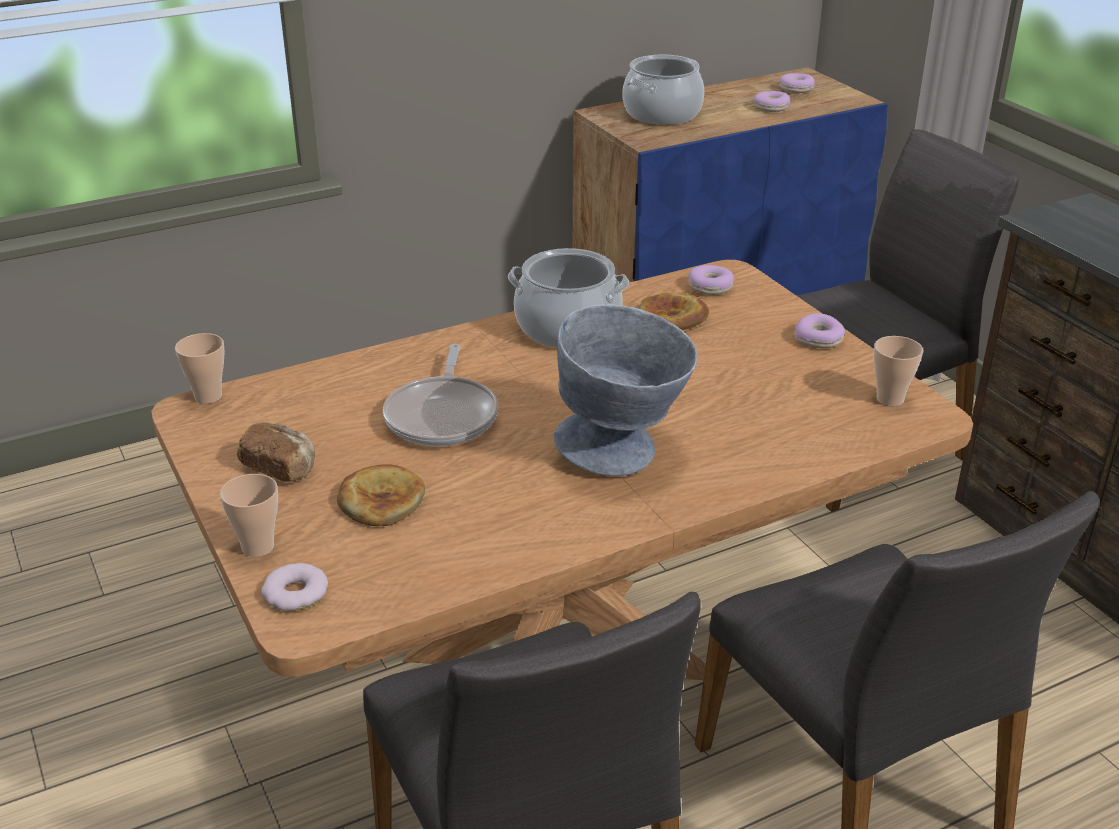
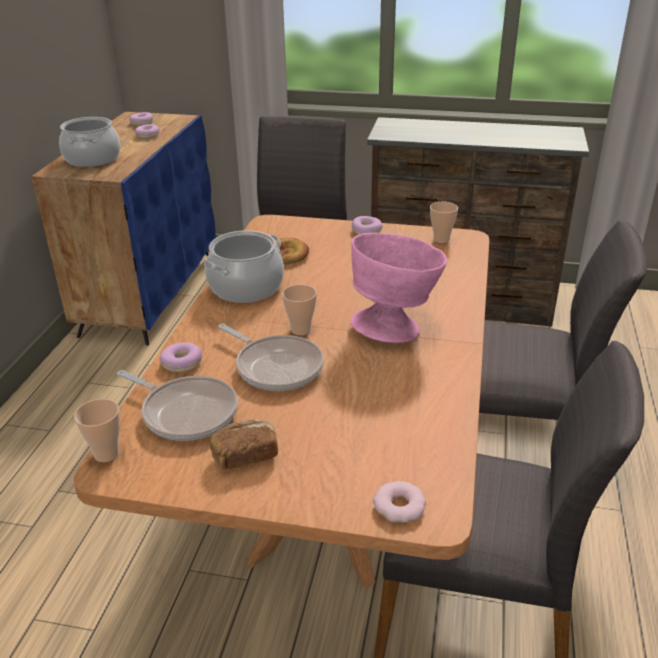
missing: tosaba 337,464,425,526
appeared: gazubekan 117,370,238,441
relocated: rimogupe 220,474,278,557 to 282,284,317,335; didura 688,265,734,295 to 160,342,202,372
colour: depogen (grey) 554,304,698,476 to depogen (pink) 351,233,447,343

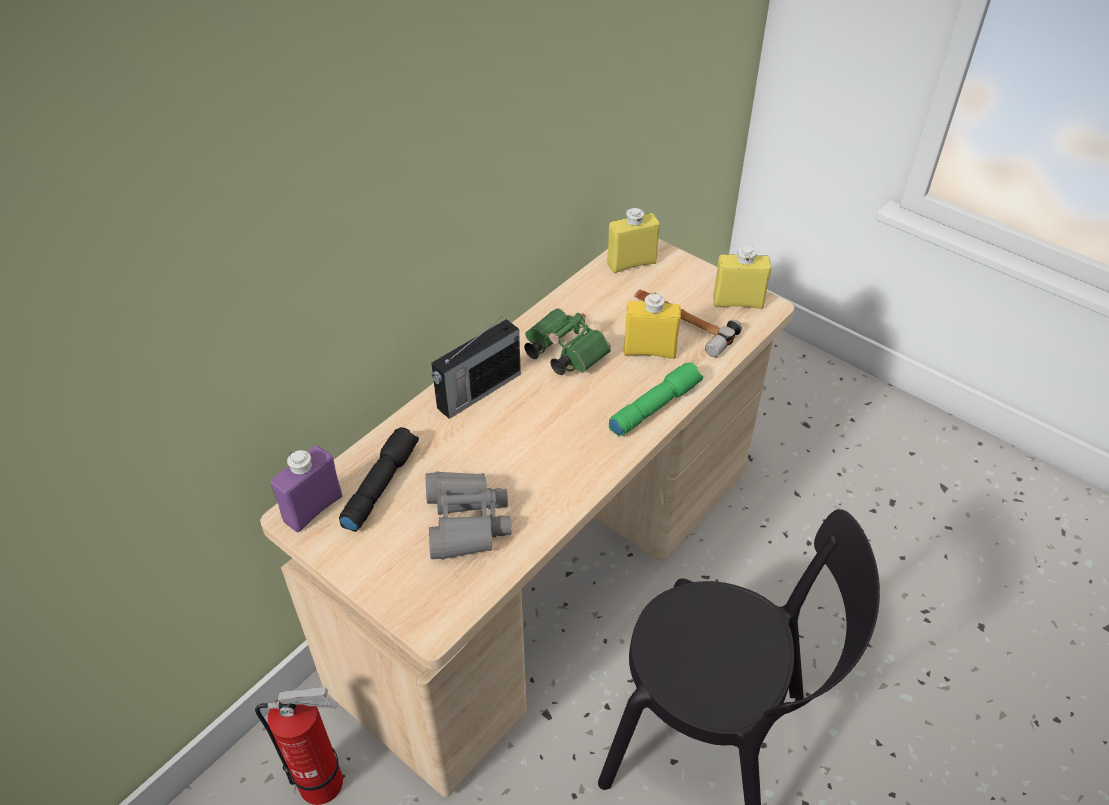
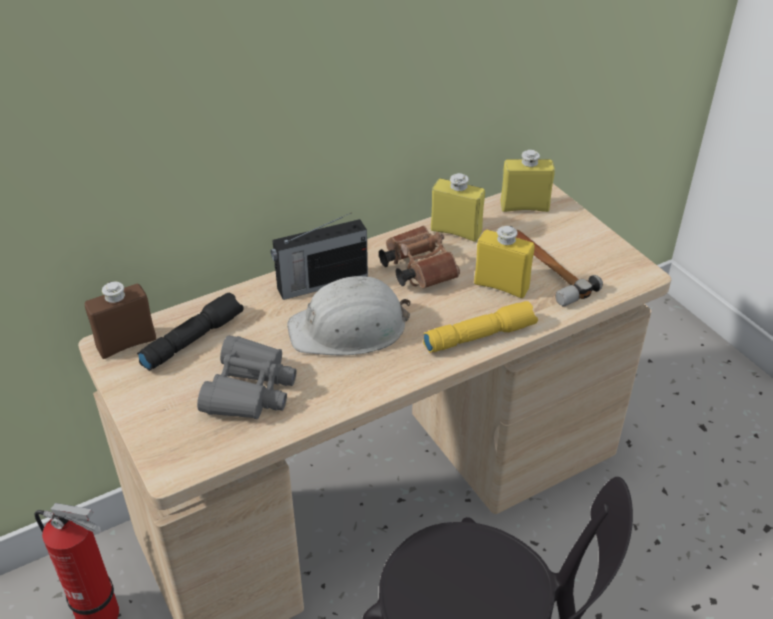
appeared: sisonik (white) 287,276,411,356
relocated: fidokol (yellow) 713,246,771,309 to 431,173,485,242
colour: fidokol (purple) 271,446,342,532 to fidokol (brown) 85,282,156,359; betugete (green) 524,308,611,375 to betugete (brown) 379,226,460,289; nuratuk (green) 609,362,703,437 to nuratuk (yellow) 423,301,538,353

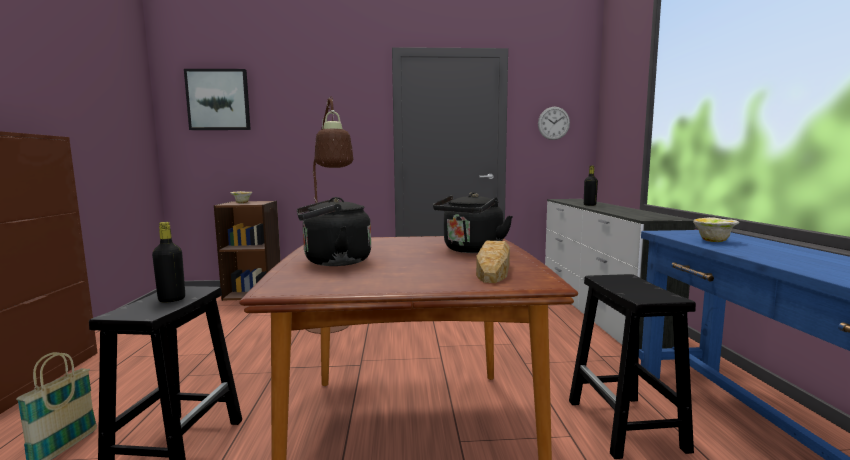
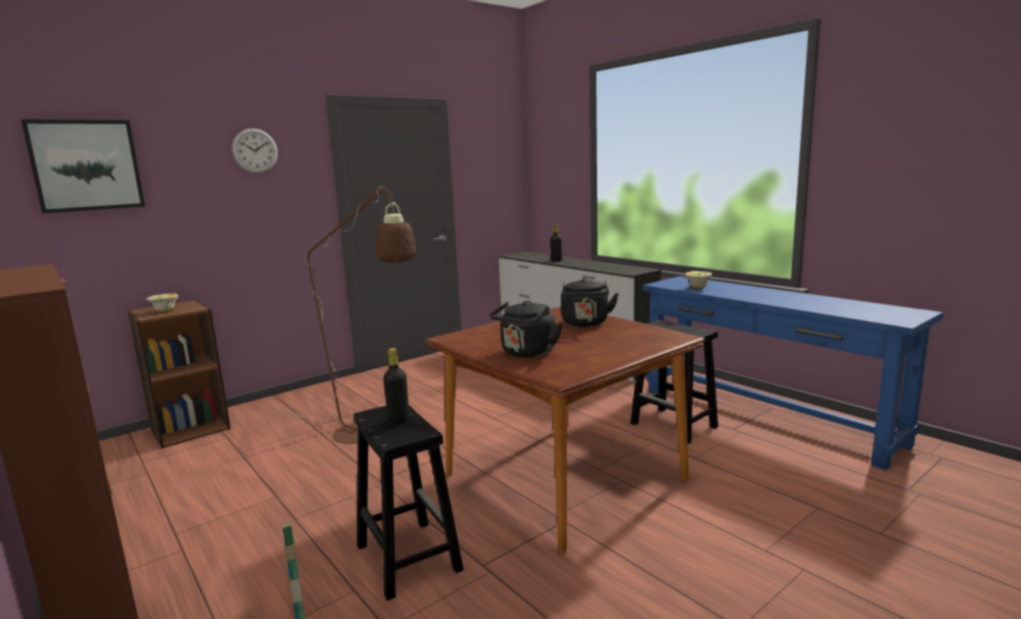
missing: tosaba 476,241,510,283
relocated: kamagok 538,107,570,140 to 232,128,278,174

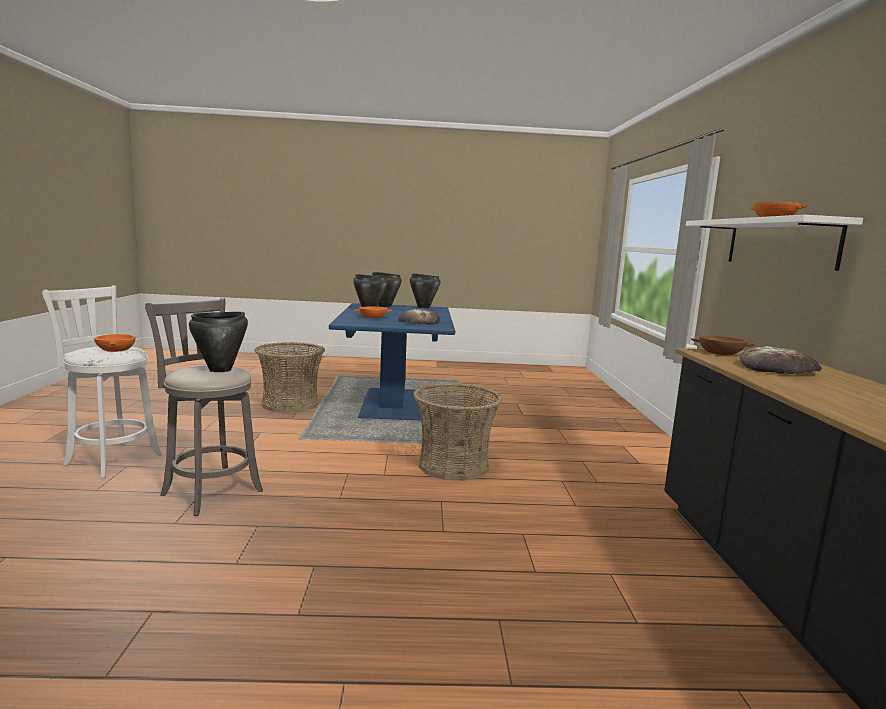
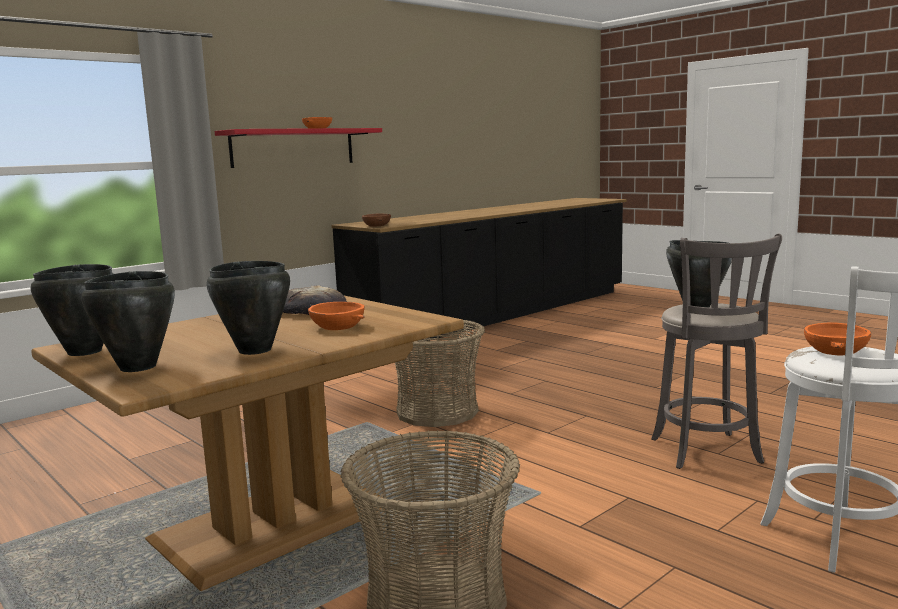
missing: tosaba 740,346,822,374
colour: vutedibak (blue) 329,303,455,420 to vutedibak (brown) 31,296,464,591; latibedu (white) 686,215,863,271 to latibedu (red) 215,128,382,168

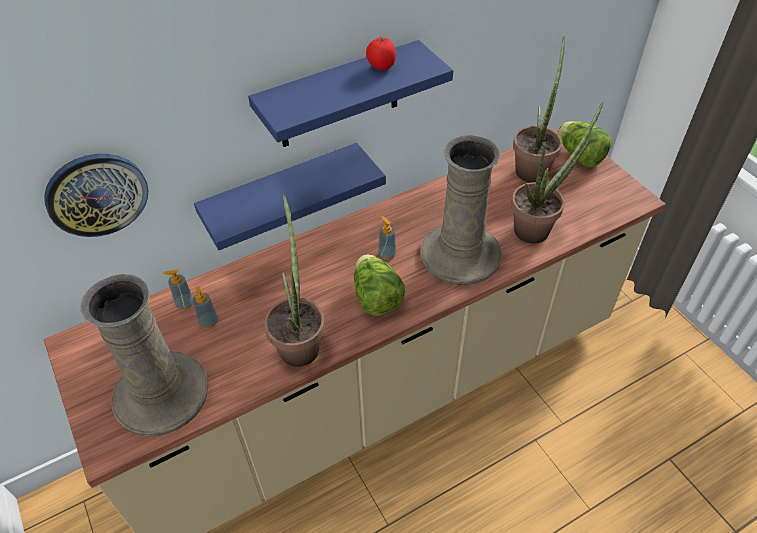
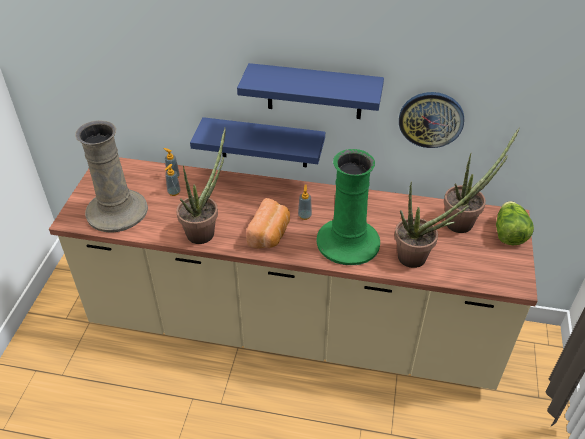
missing: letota 366,38,396,70
relocated: kamagok 44,154,148,237 to 399,92,464,148
exchanged: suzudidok 354,254,405,316 to tosaba 246,198,290,248
colour: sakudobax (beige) 420,135,502,285 to sakudobax (green) 317,149,380,265

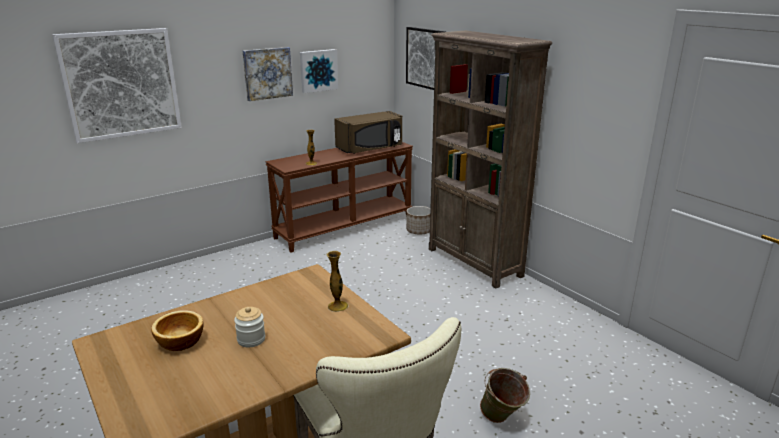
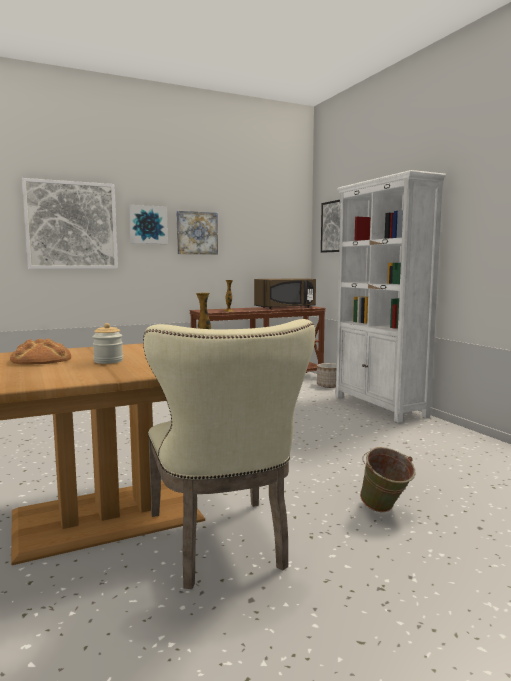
relocated: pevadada 300,49,338,93 to 129,205,168,244
exchanged: depogen 151,310,204,351 to tosaba 10,339,71,365
colour: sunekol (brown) 429,30,552,288 to sunekol (white) 335,170,446,423

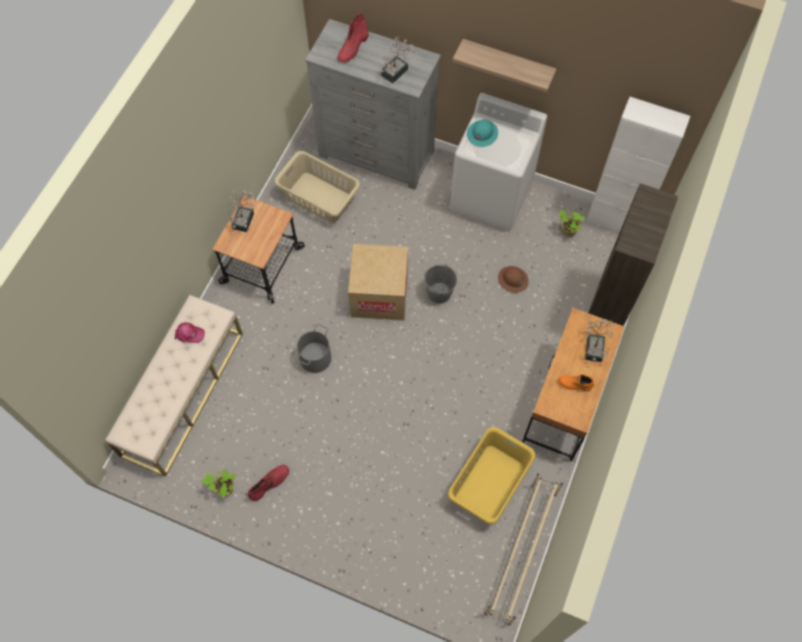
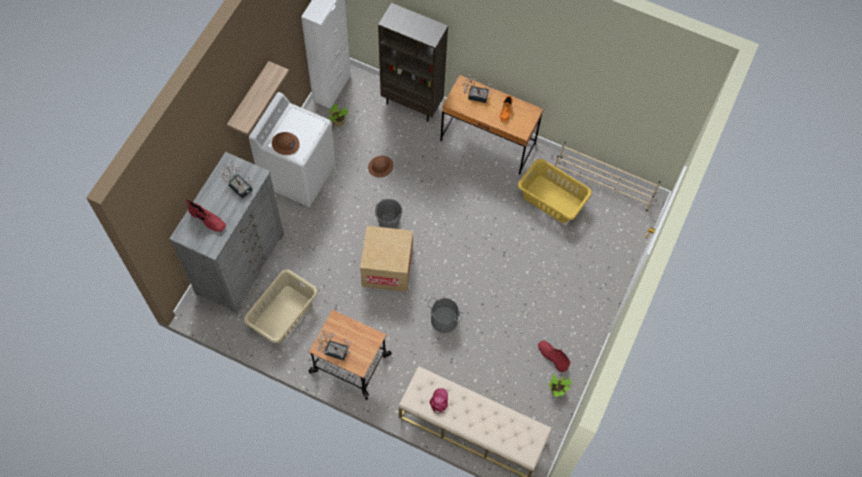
colour: sisonik (turquoise) 467,119,498,147 to sisonik (brown) 272,132,300,155

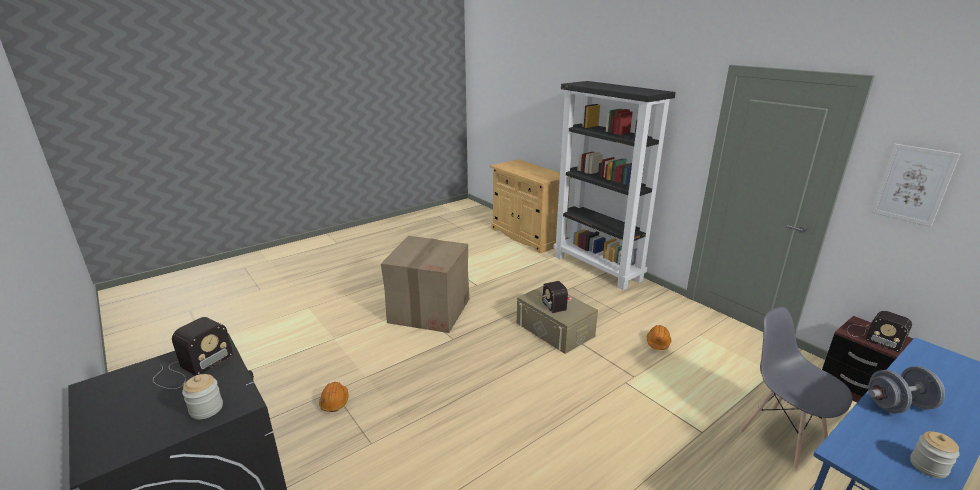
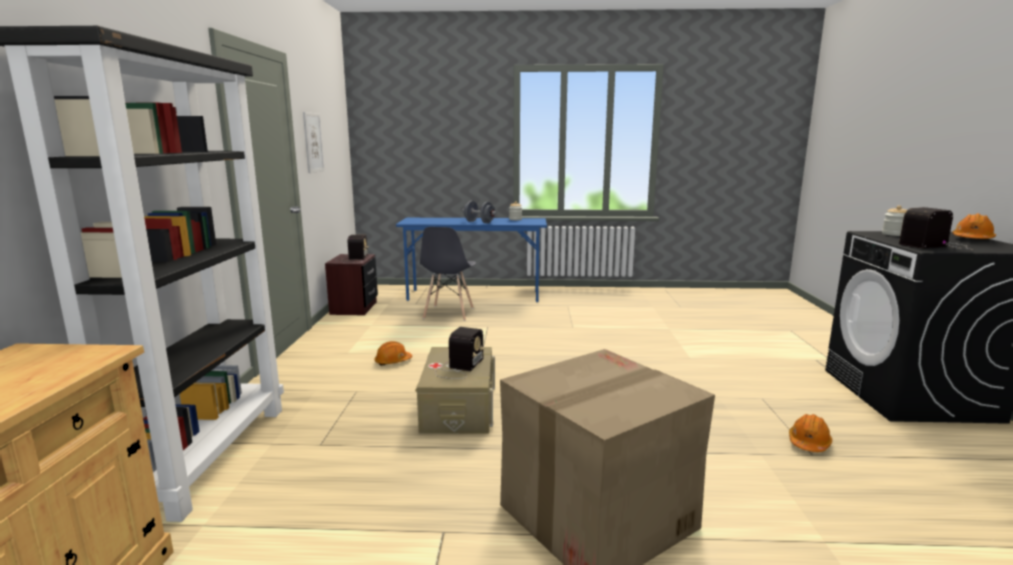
appeared: sisonik (orange) 952,214,996,239

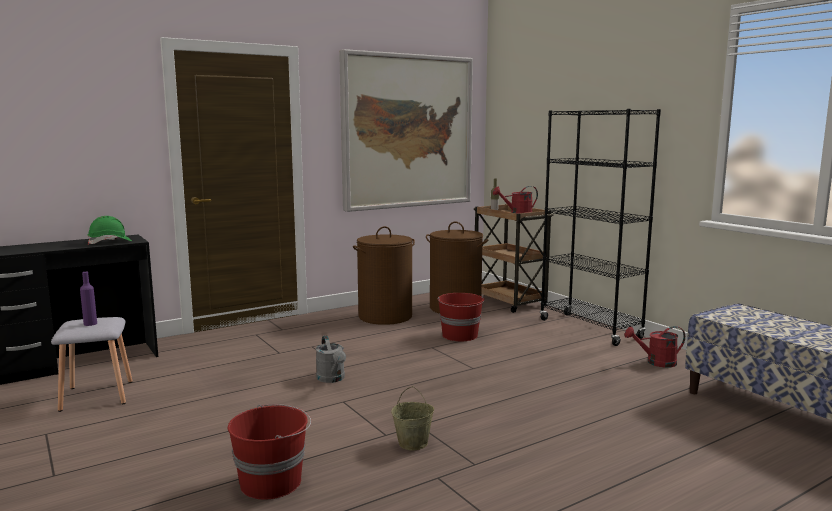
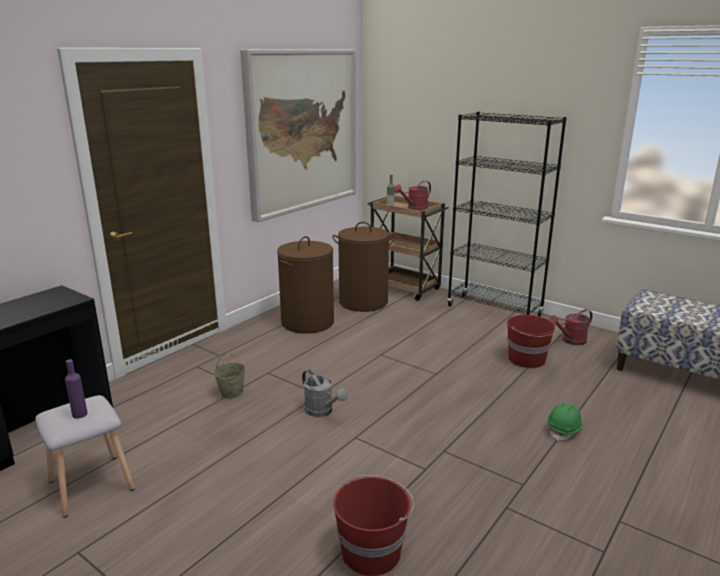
relocated: sisonik (green) 87,216,132,244 to 547,403,583,441; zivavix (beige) 391,386,434,450 to 213,353,246,399; zivavix (red) 437,293,485,341 to 507,315,557,368

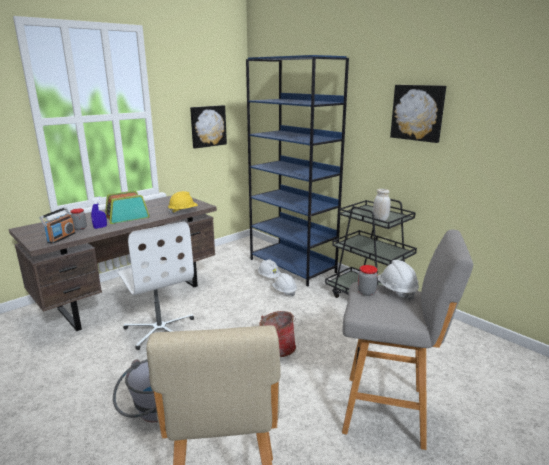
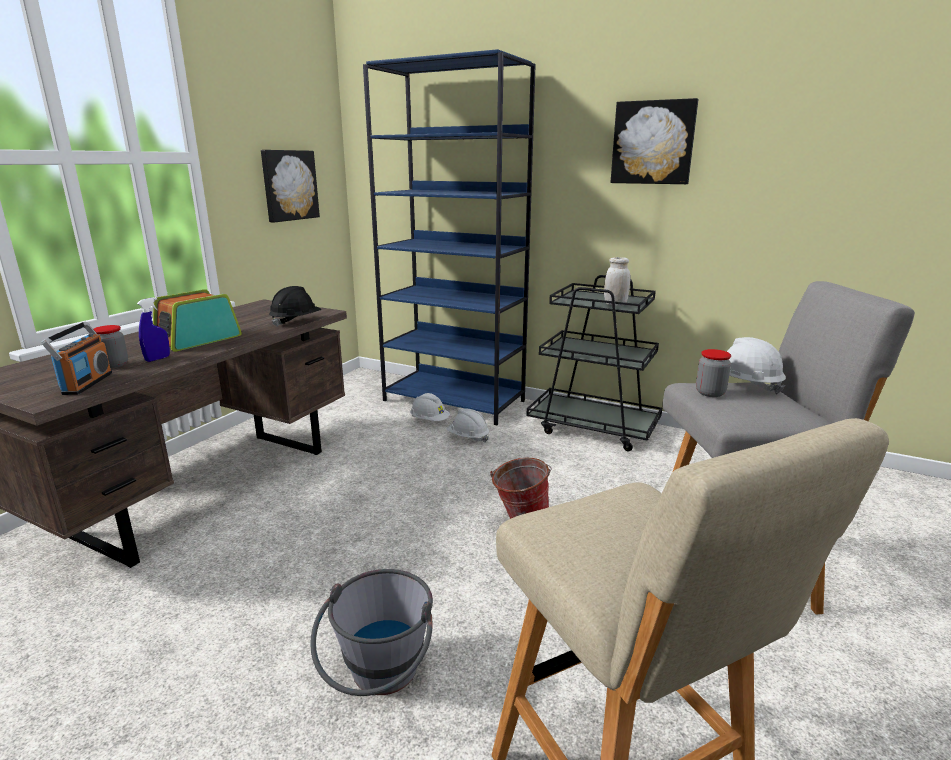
missing: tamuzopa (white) 117,222,194,350
colour: sisonik (yellow) 168,191,198,214 to sisonik (black) 269,286,321,327

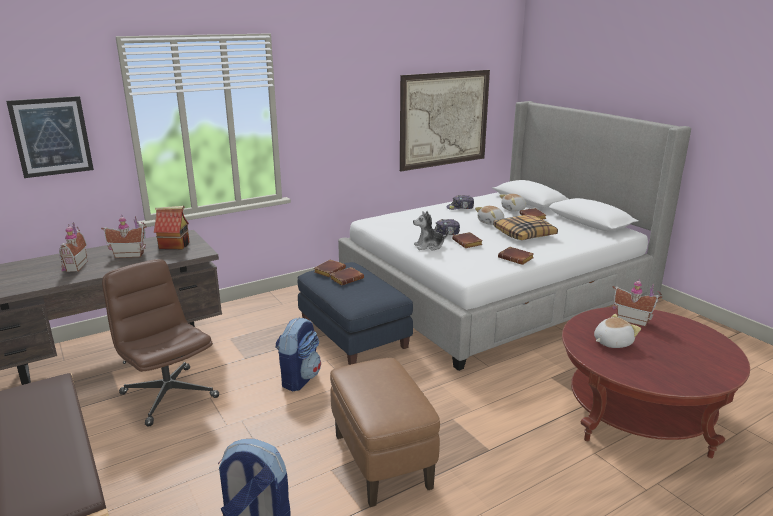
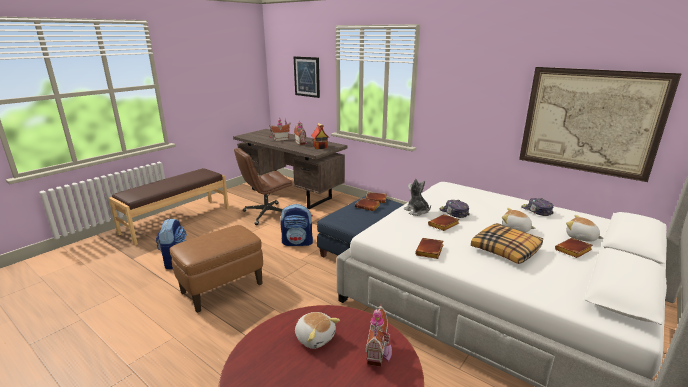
spun: tamuzopa (brown) 102,259,219,427 = 234,148,292,225 150 degrees counterclockwise

